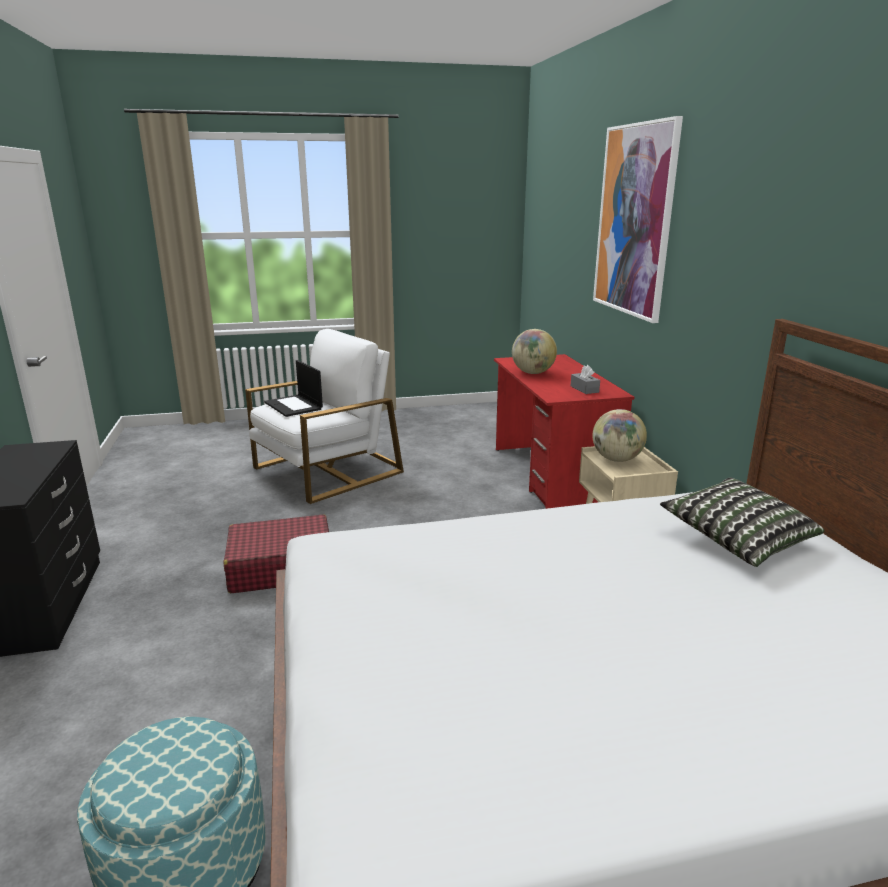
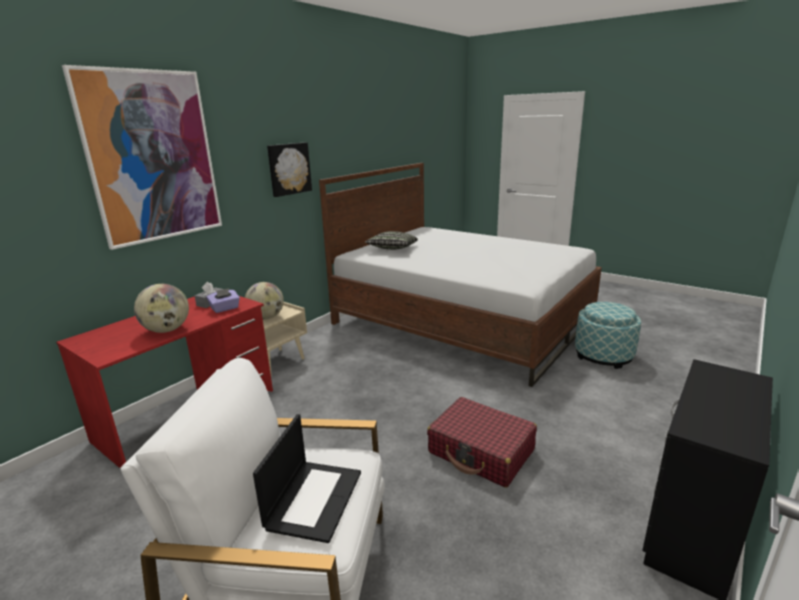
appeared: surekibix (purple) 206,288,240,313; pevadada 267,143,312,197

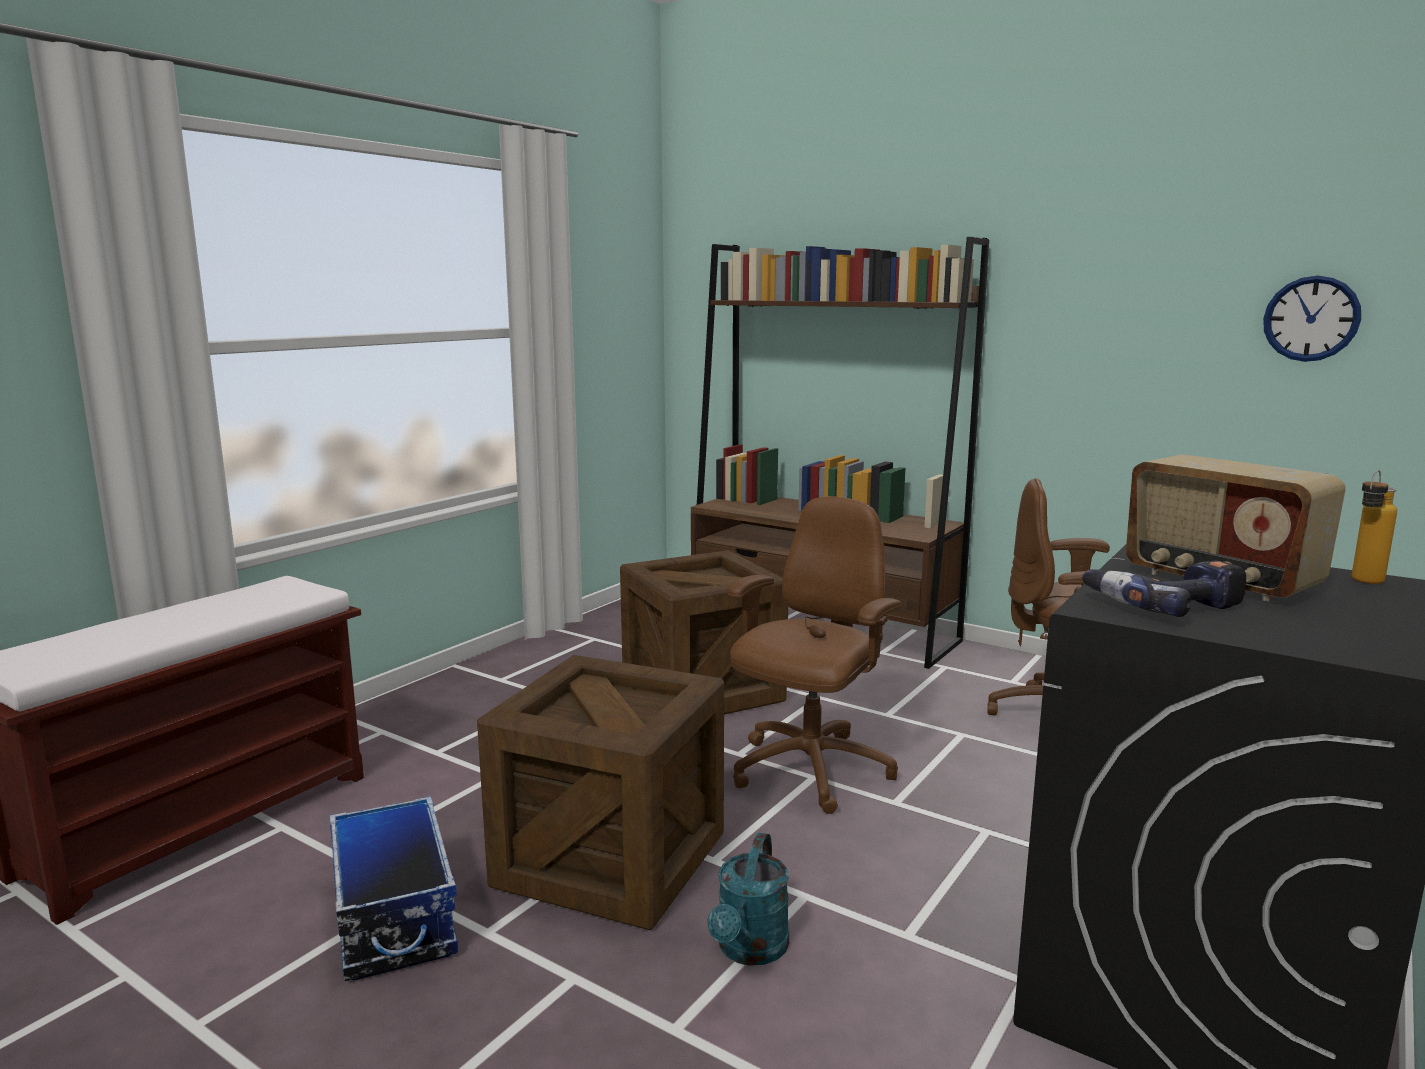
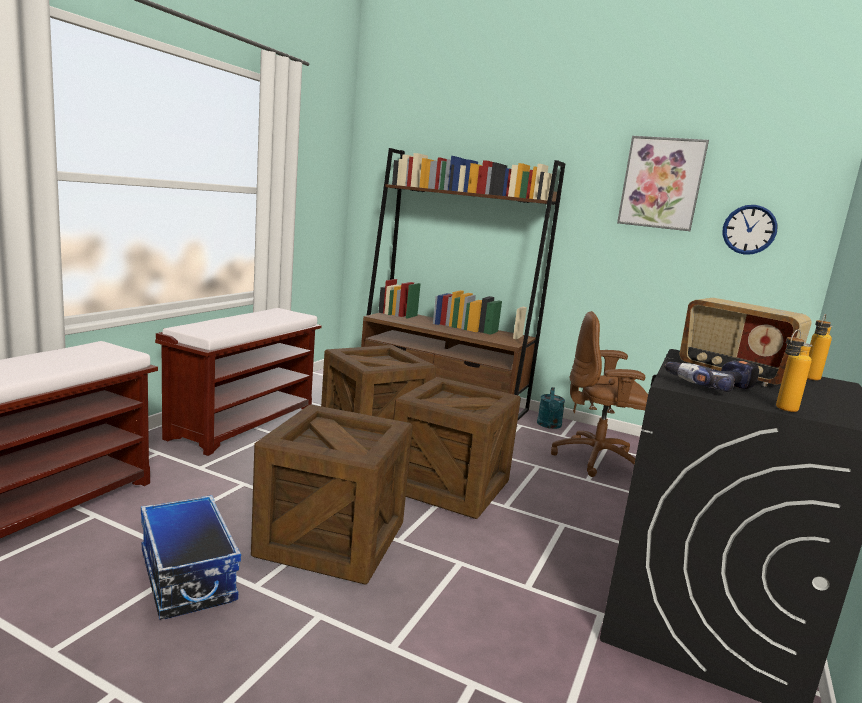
appeared: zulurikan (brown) 155,308,322,456; pevadada 617,136,709,231; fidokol 776,329,813,412
relocated: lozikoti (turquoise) 707,833,789,966 to 537,387,565,429
exchanged: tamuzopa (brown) 728,496,902,814 to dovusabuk 393,377,521,519

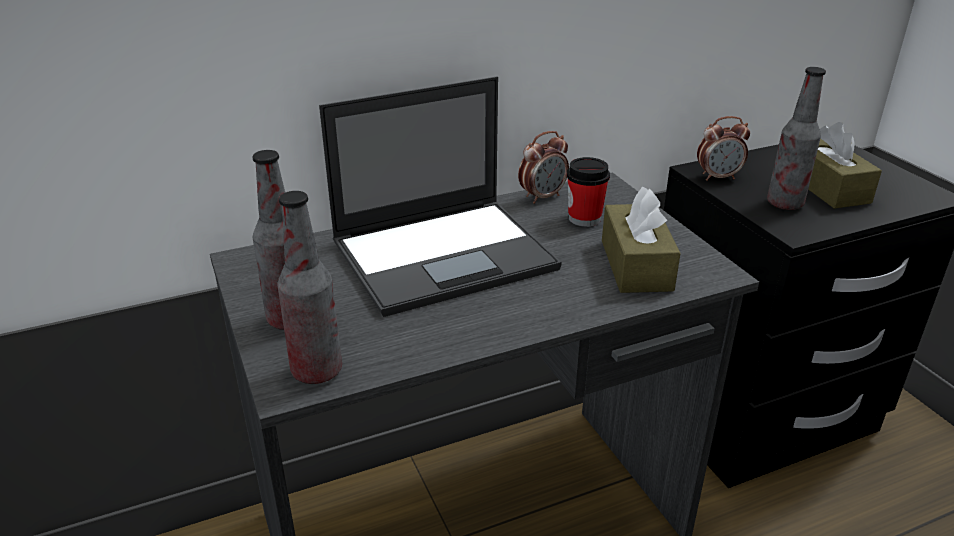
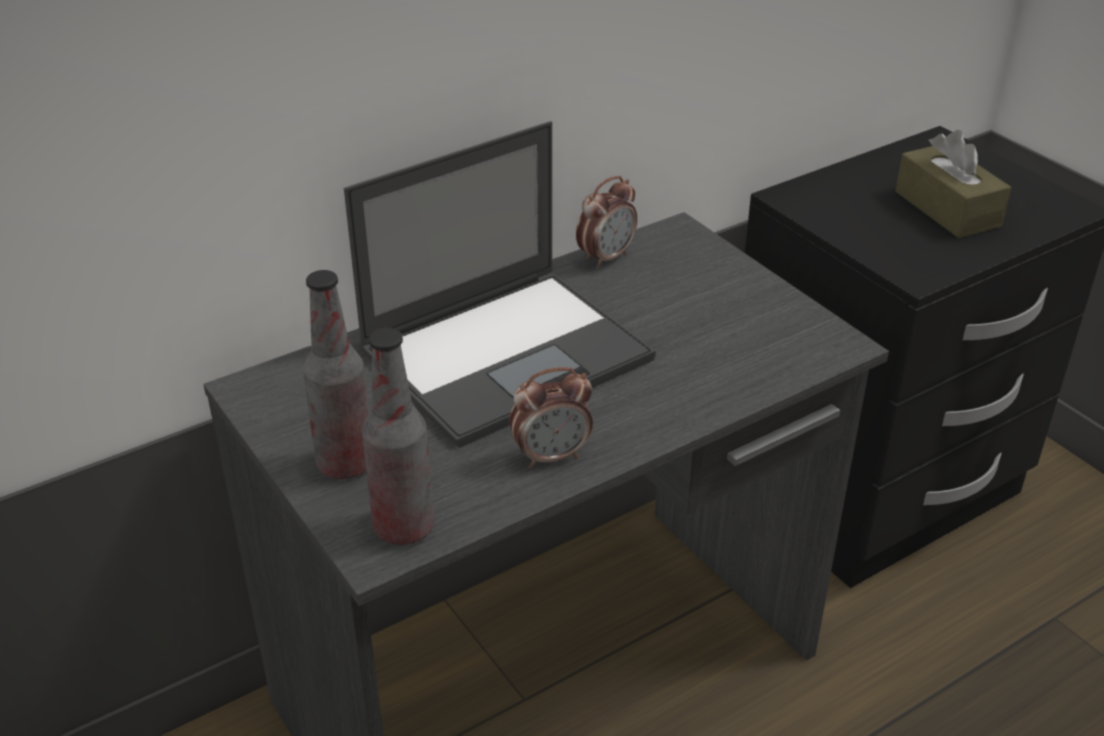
missing: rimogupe 567,157,610,227; surekibix (brown) 602,187,681,293; fidokol 767,67,826,210
relocated: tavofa 697,116,750,181 to 509,367,593,468

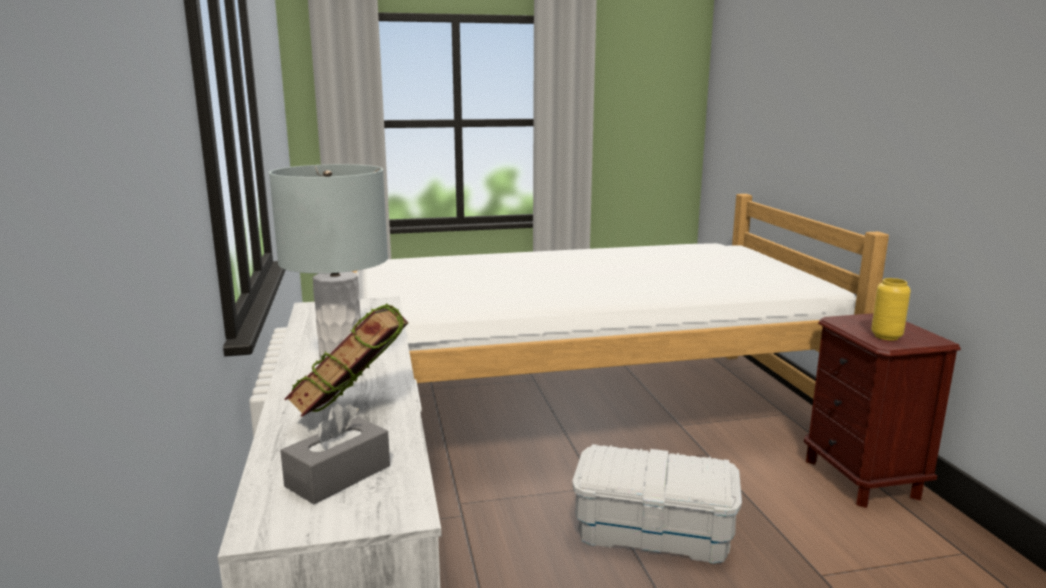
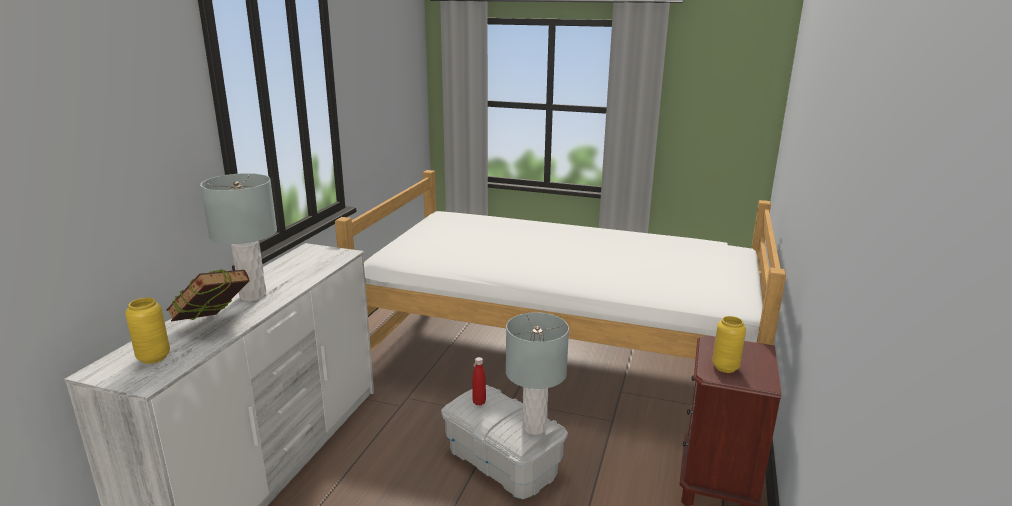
appeared: fidokol (red) 472,357,486,405; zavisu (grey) 506,312,569,435
exchanged: surekibix (grey) 280,404,390,504 to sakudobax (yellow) 125,298,170,364

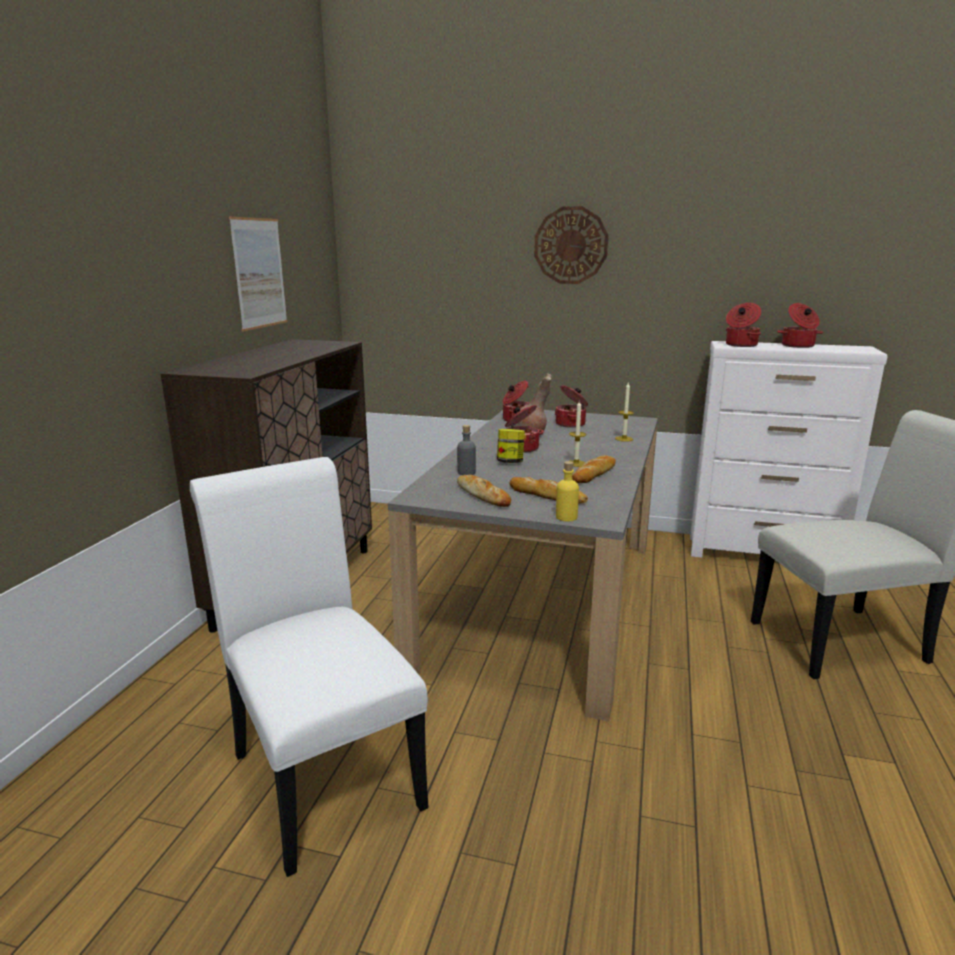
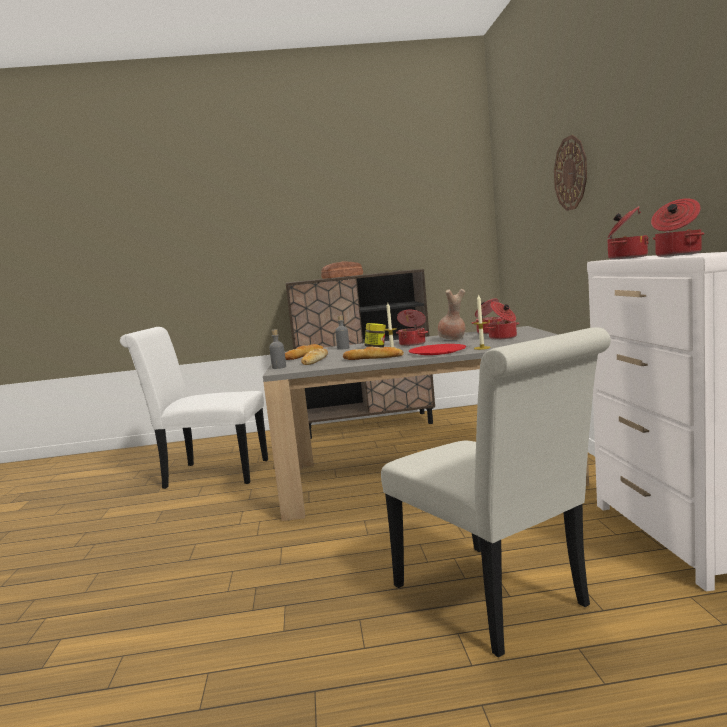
missing: pevadada 229,217,287,332
appeared: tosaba 321,262,363,279; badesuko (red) 408,344,466,355
colour: fidokol (yellow) 556,461,579,521 to fidokol (grey) 269,329,286,369
spun: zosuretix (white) 190,457,429,877 = 120,327,268,489 120 degrees counterclockwise

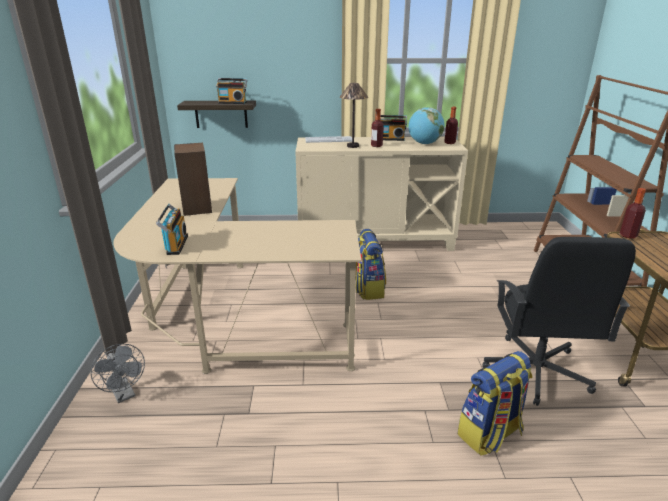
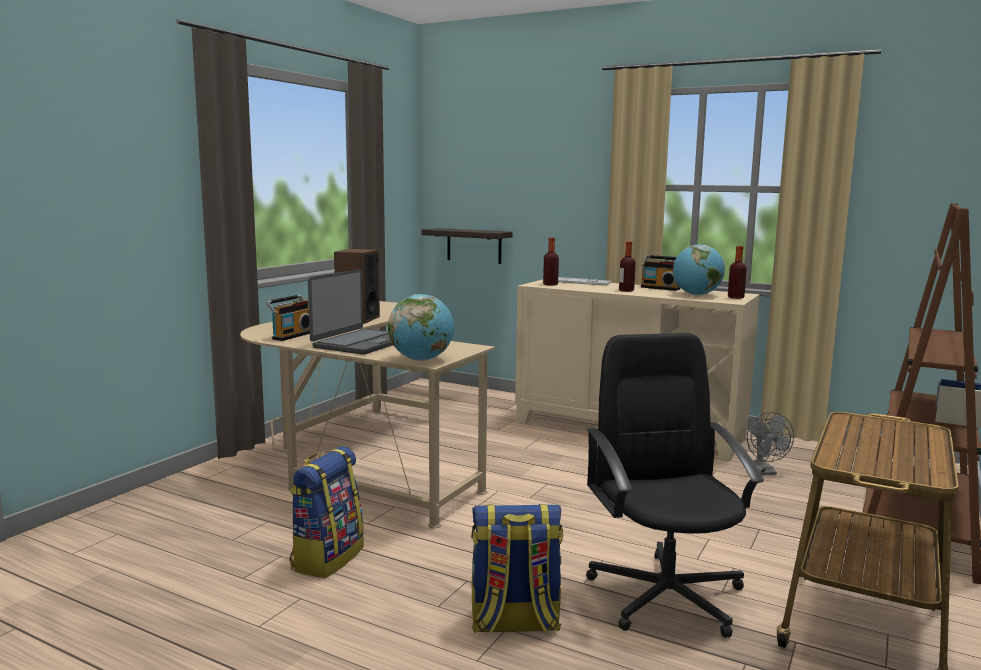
missing: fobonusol 216,78,247,104; zavisu 340,83,368,148
appeared: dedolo 308,269,393,355; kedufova 388,294,454,361
relocated: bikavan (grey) 91,344,145,403 to 747,412,794,475; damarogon 356,229,386,300 to 290,446,364,578; fidokol 620,188,646,239 to 543,238,559,286
spun: tamuzopa (black) 482,237,636,406 = 586,333,764,638 135 degrees clockwise

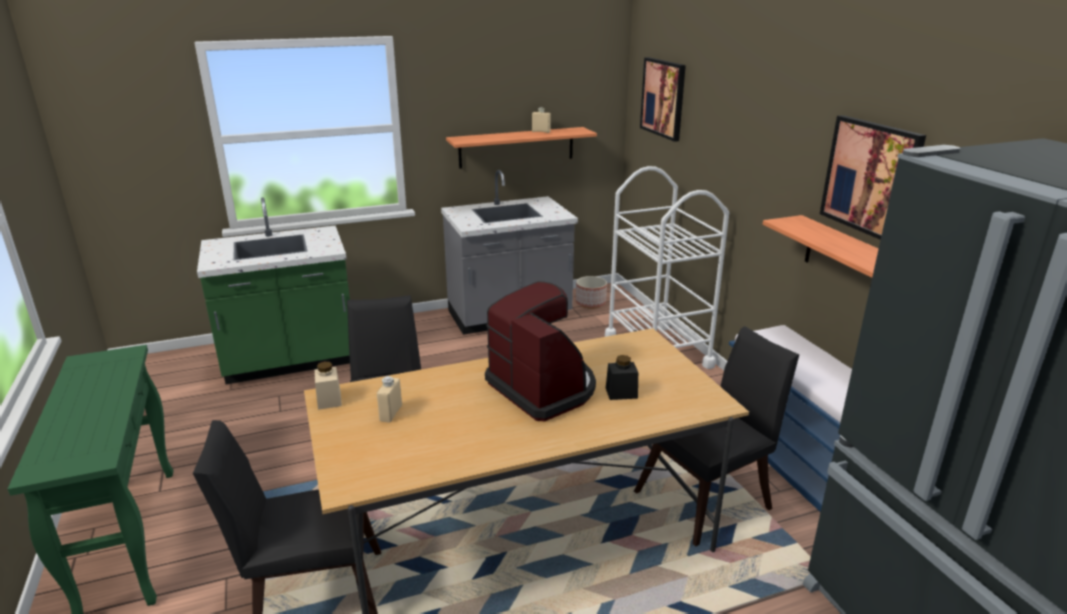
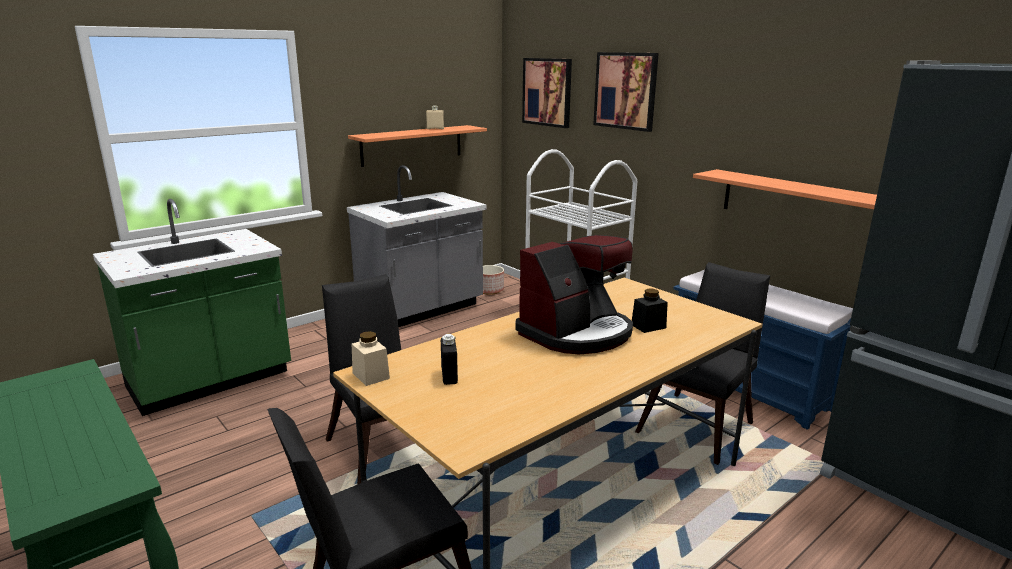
relocated: pevadada 820,115,926,240 to 593,52,659,132
colour: fidokol (beige) 377,376,402,423 to fidokol (black) 441,334,458,385
spun: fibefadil 485,281,596,421 = 515,235,633,354 105 degrees clockwise

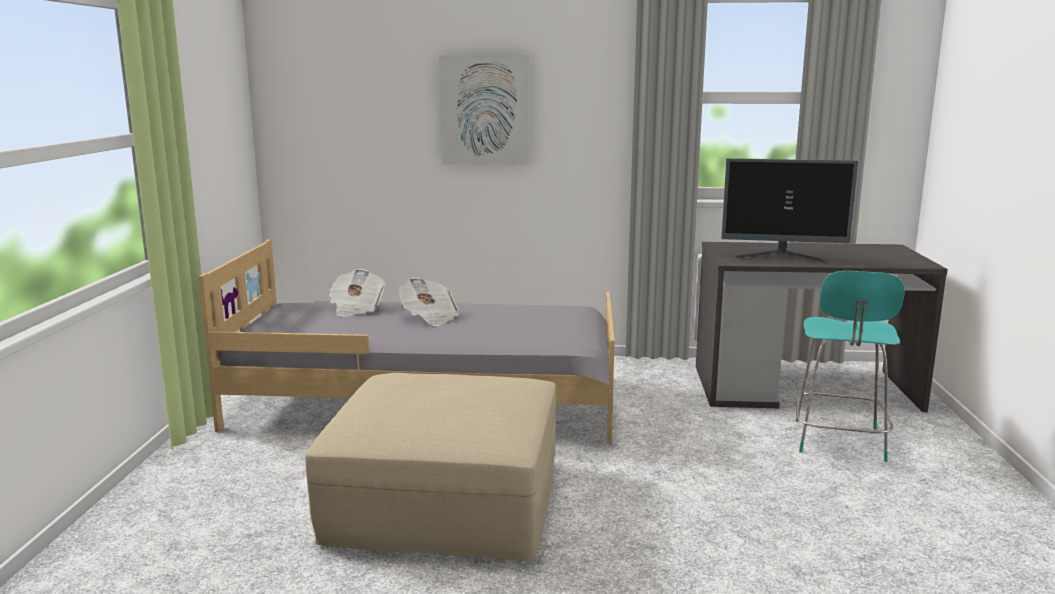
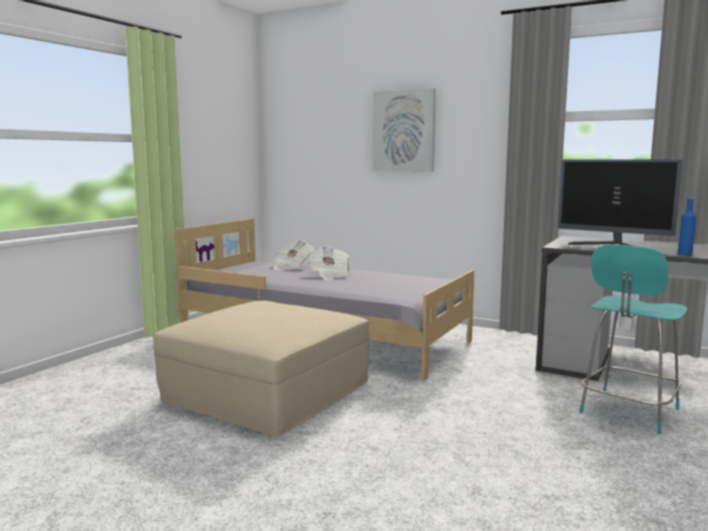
appeared: fidokol (blue) 678,198,696,256

